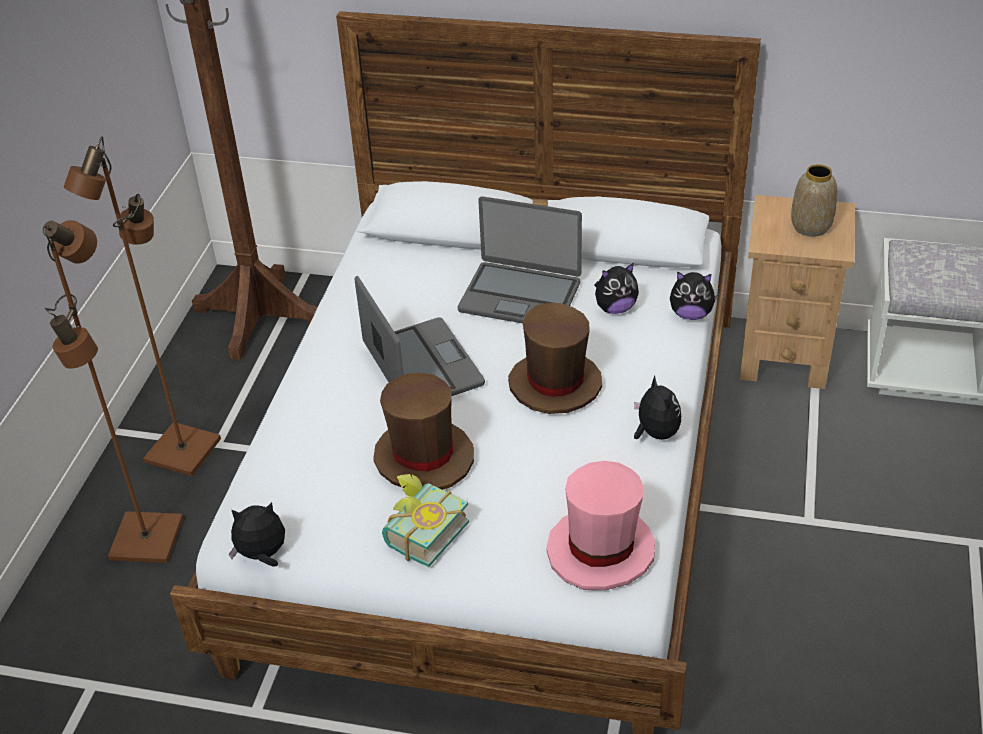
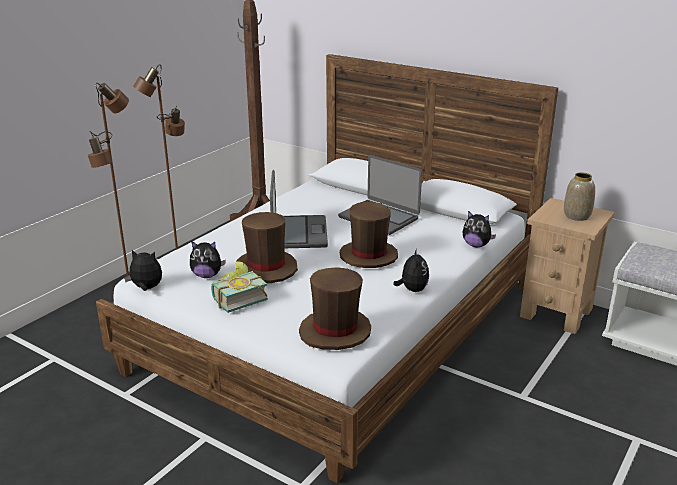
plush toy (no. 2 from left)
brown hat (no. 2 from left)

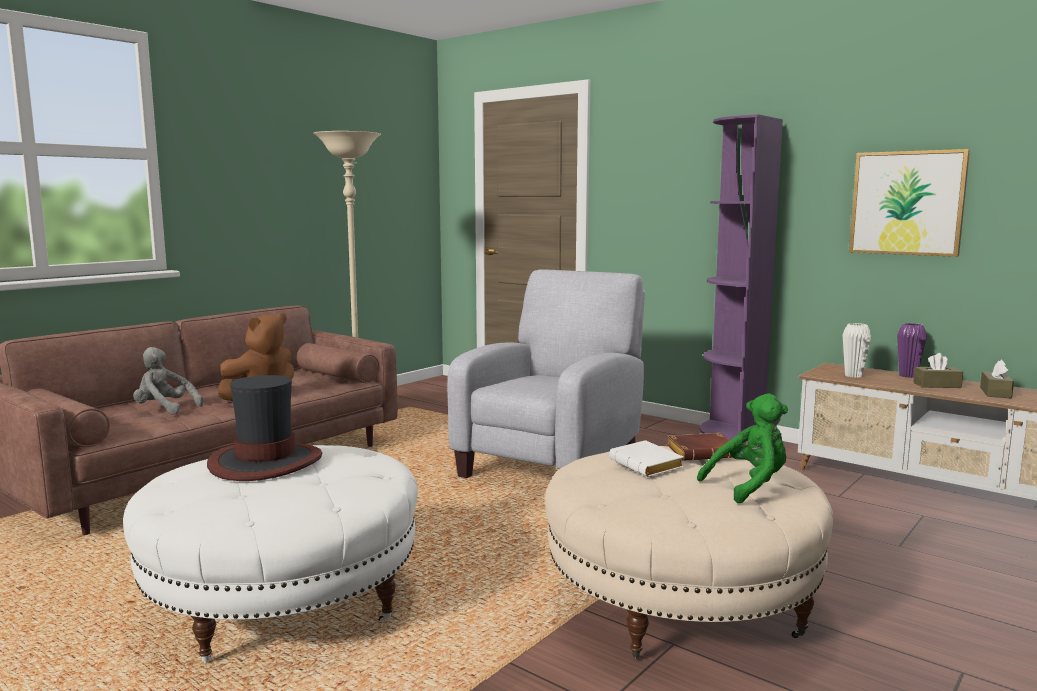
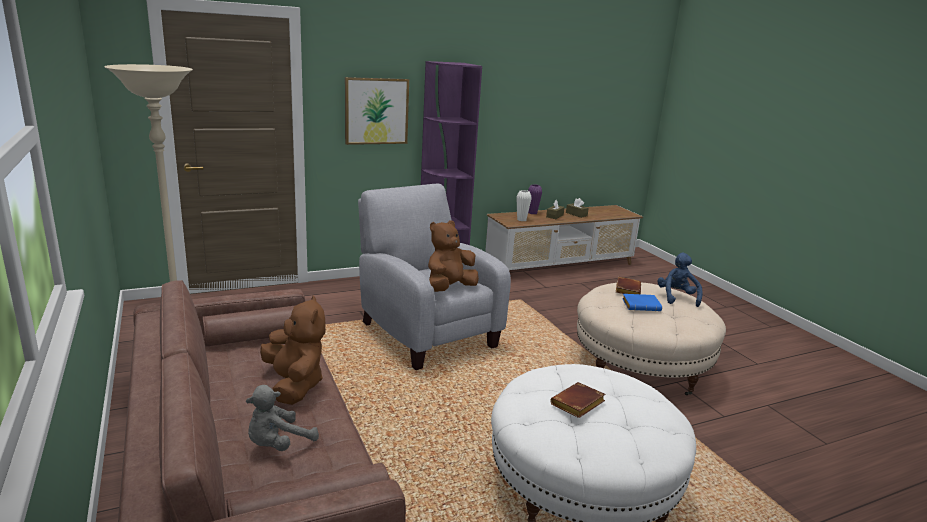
picture
brown book (no. 1 from left)
blue plush toy
blue book
brown plush toy (no. 2 from left)

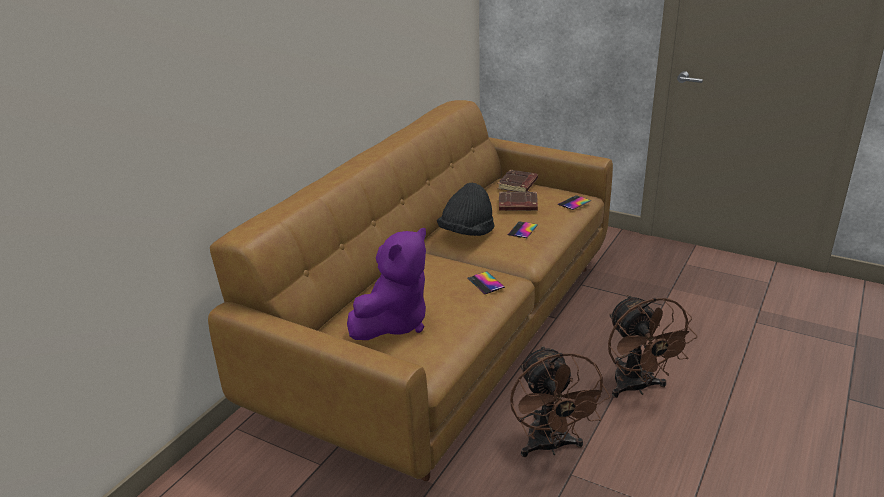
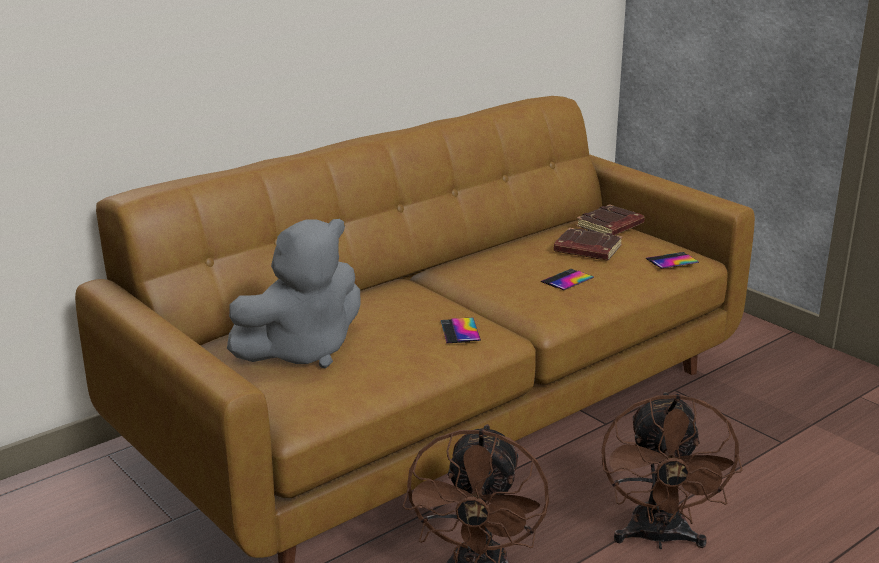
black hat
grey plush toy

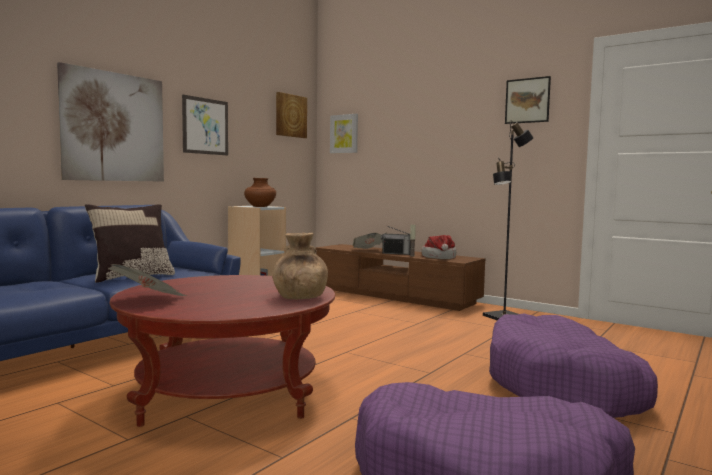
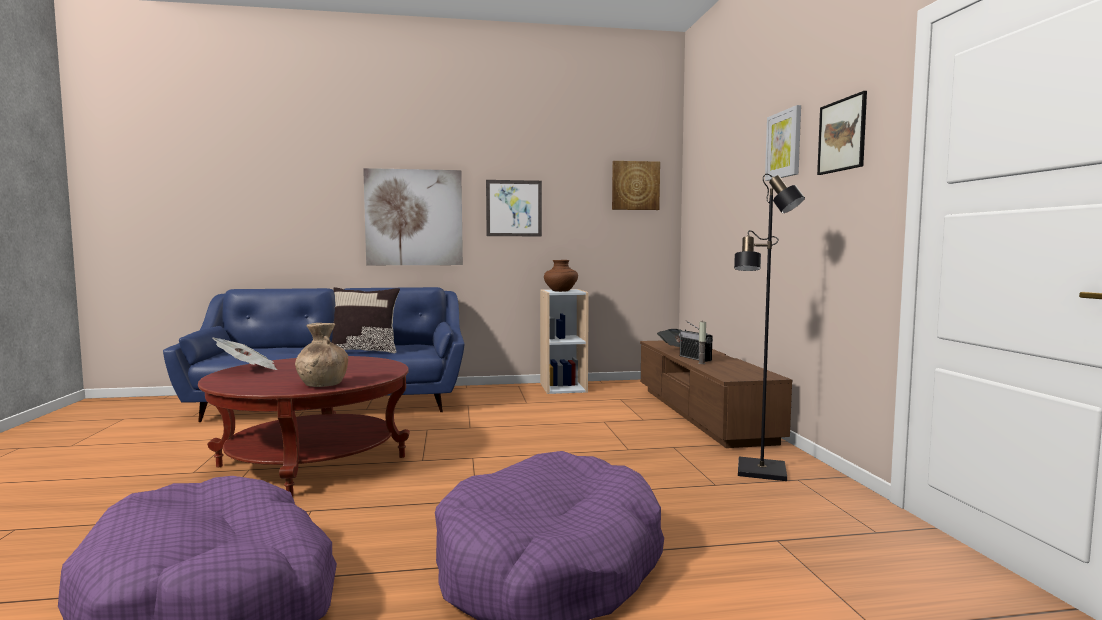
picture (no. 4 from left)
hat

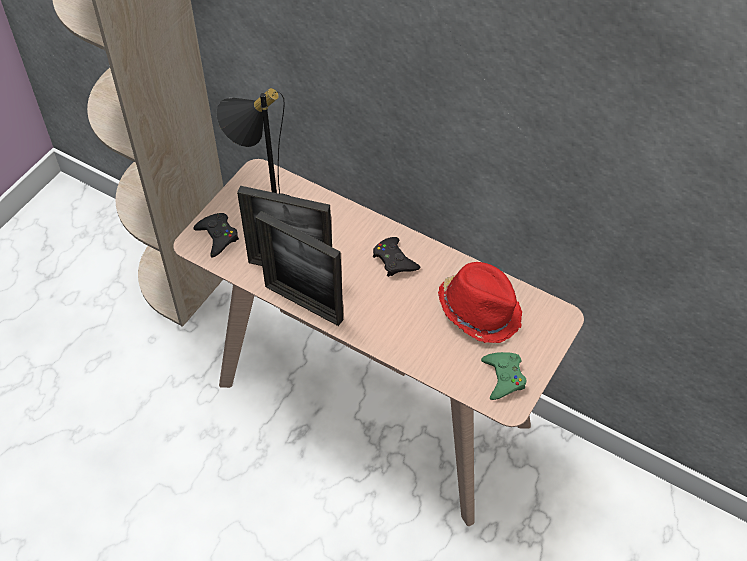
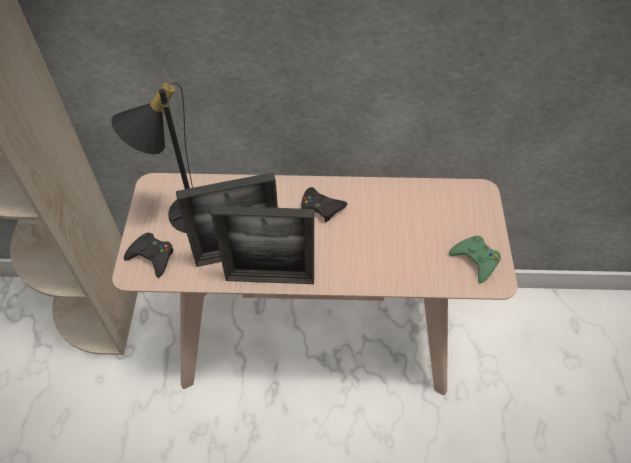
red hat

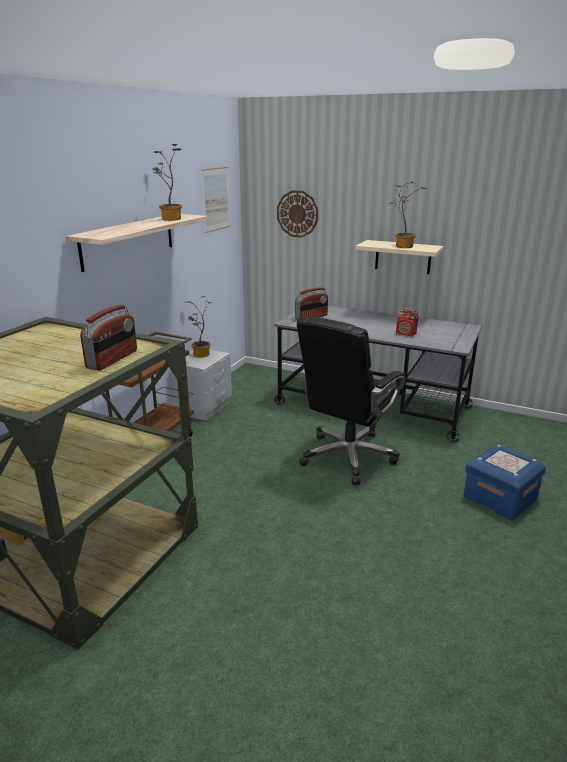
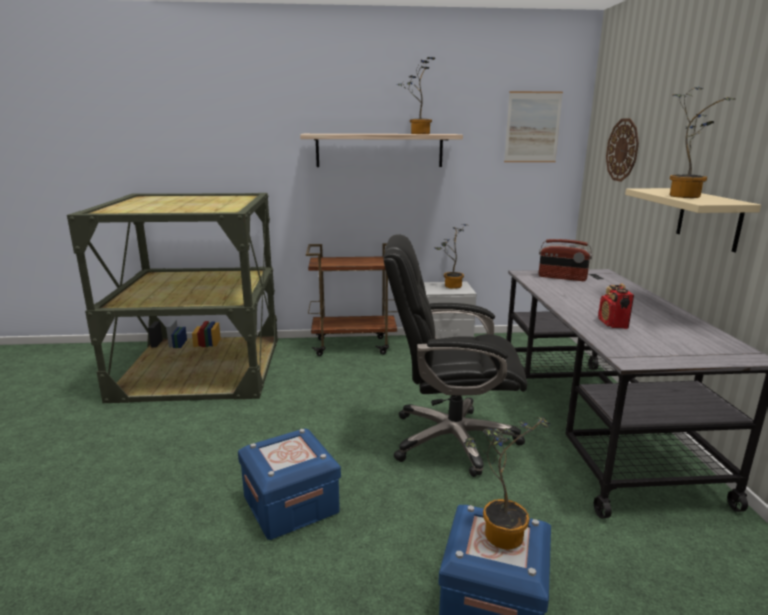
radio (no. 1 from left in the first image)
potted plant (no. 3 from left)
blue storage box (no. 1 from left)

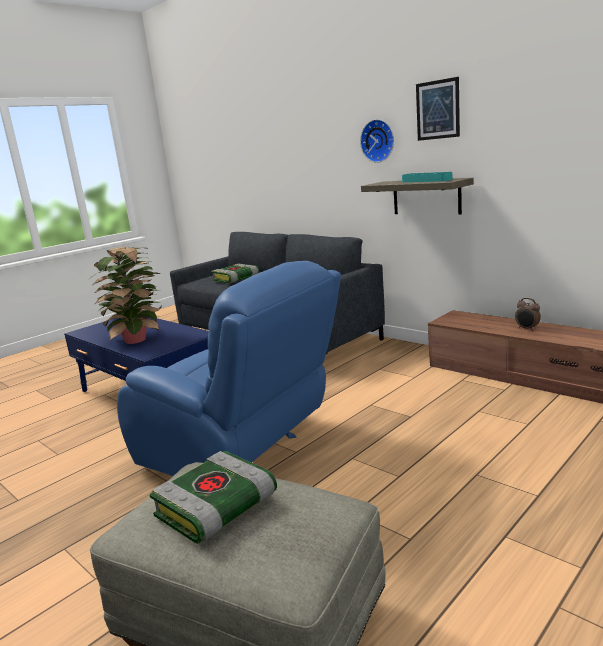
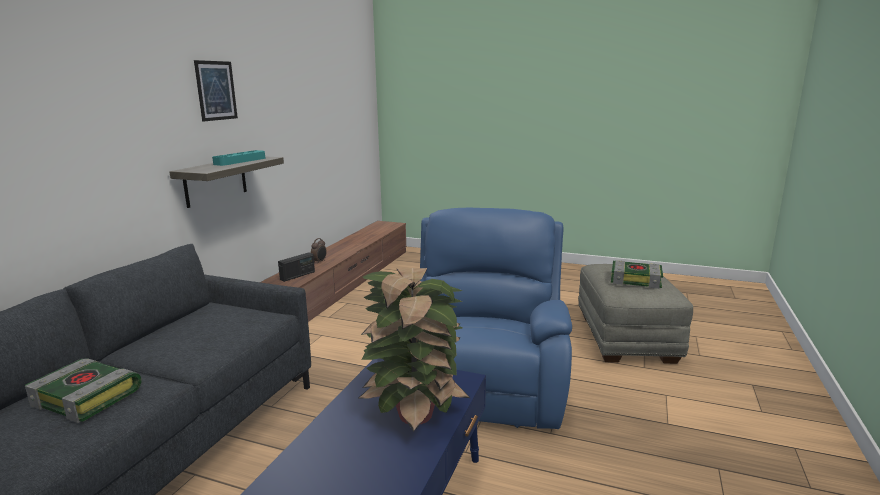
wall clock
radio

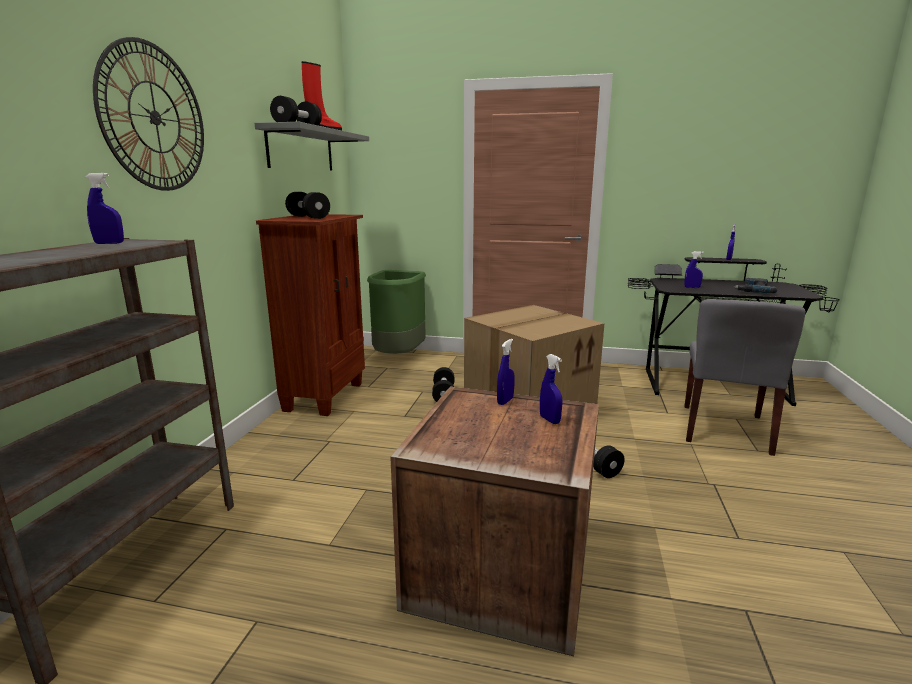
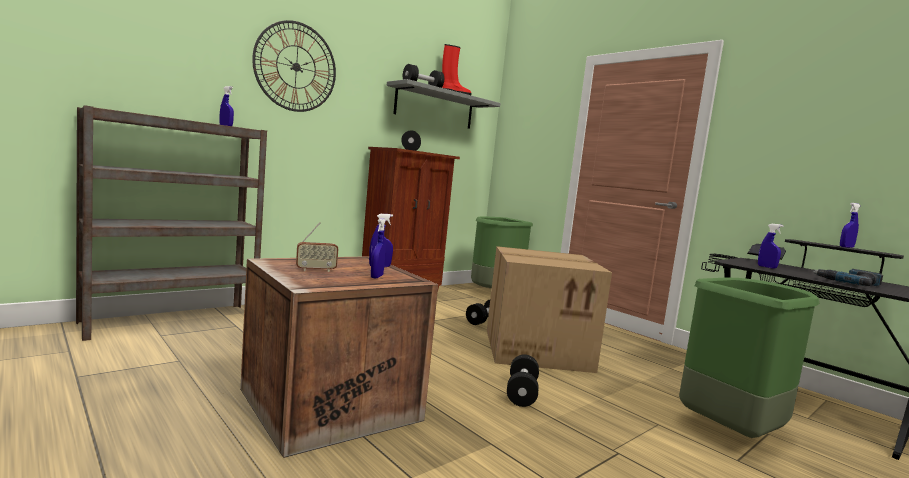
green trash can (no. 2 from left)
radio

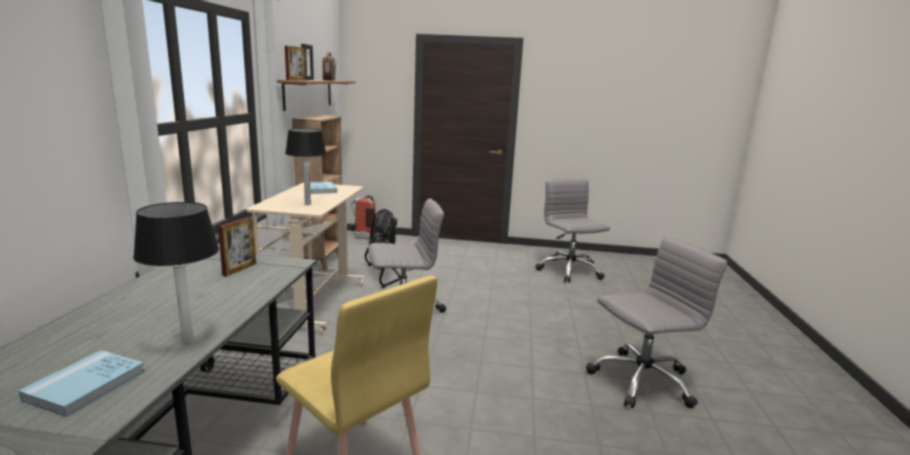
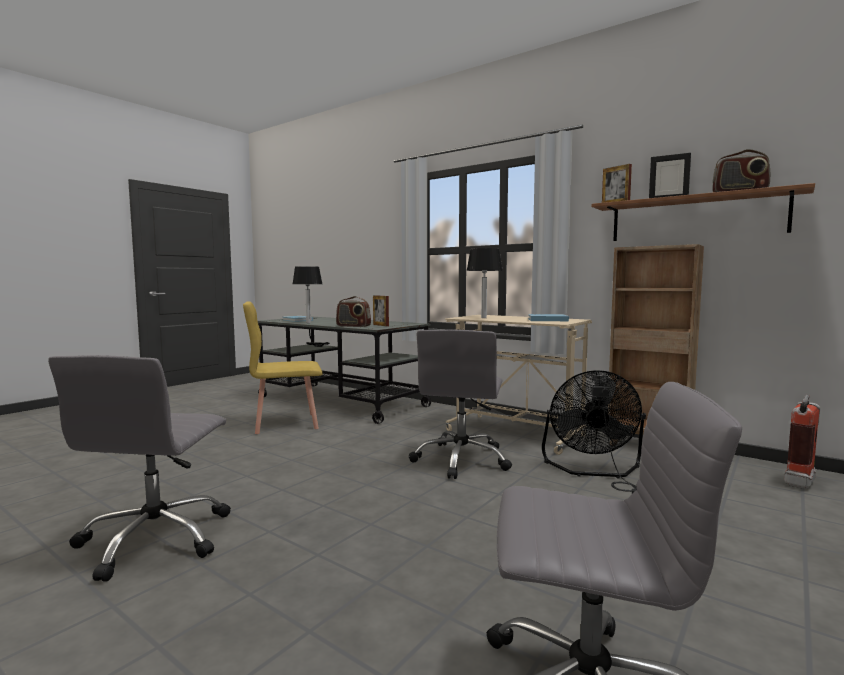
radio (no. 1 from left)

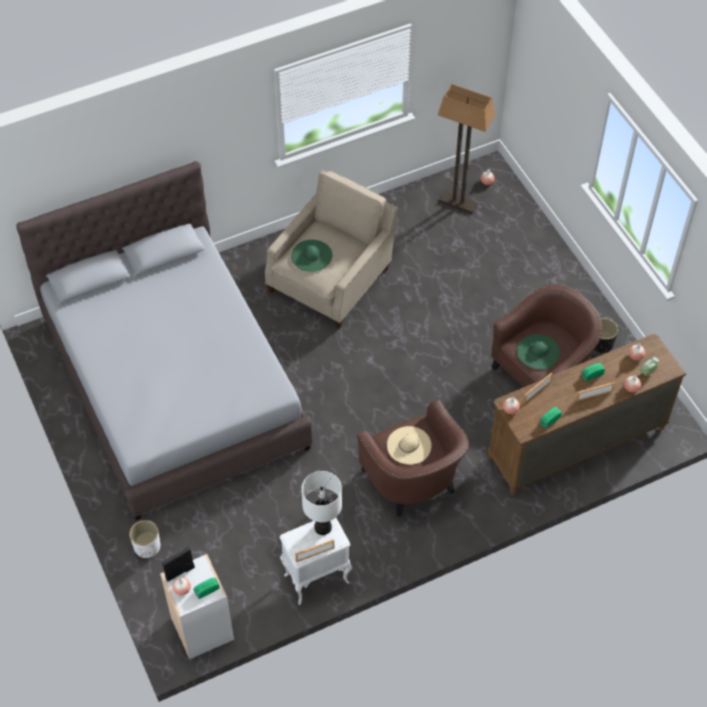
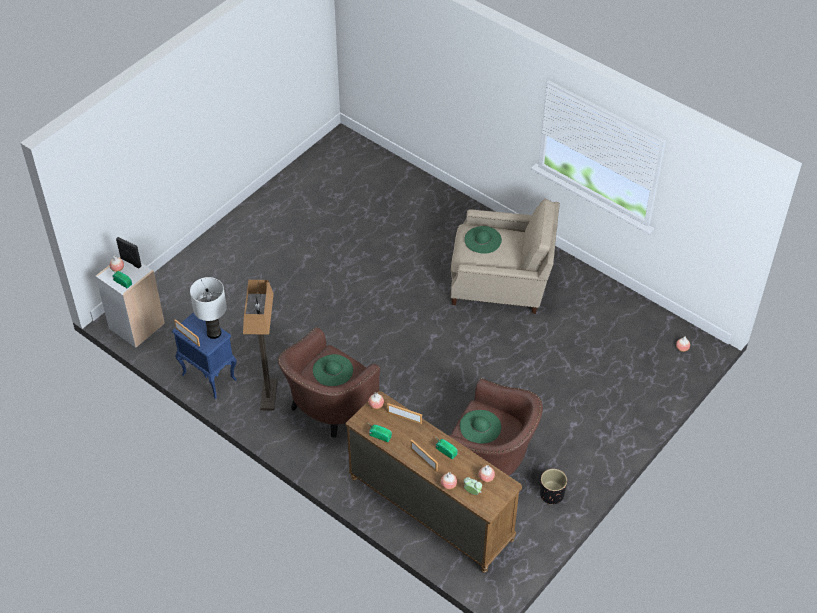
floor lamp
grey bed
green hat (no. 1 from left)
blue nightstand
white planter

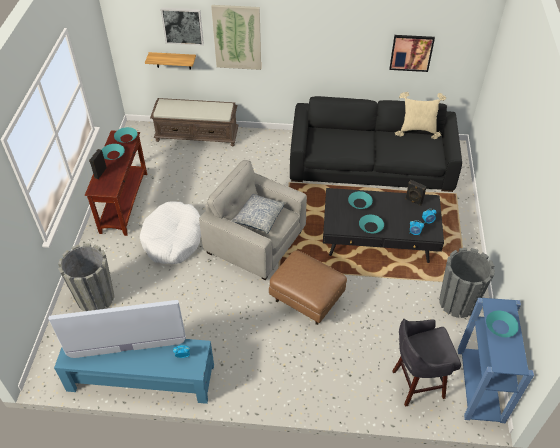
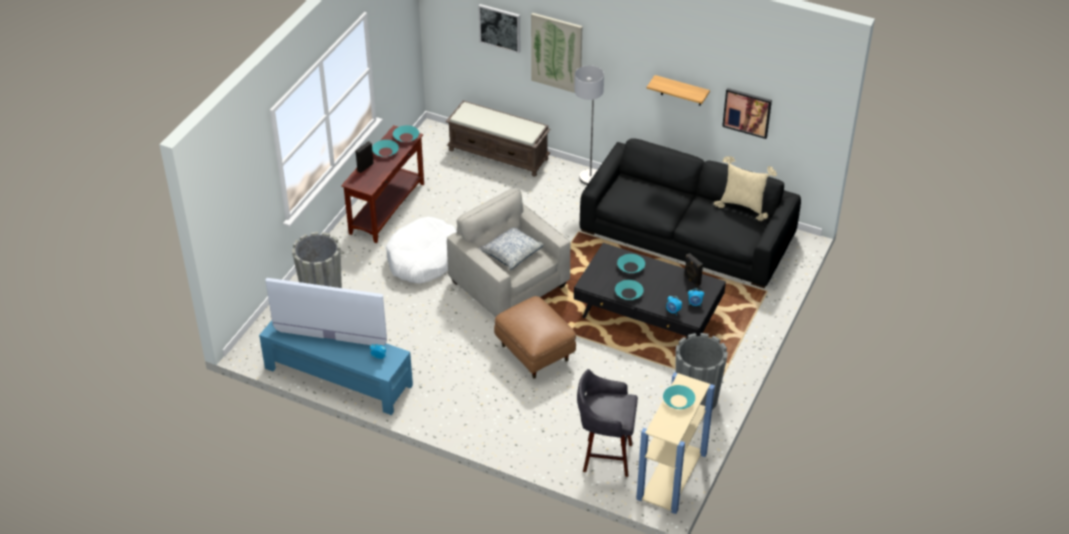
shelf
beige bookcase
grey floor lamp

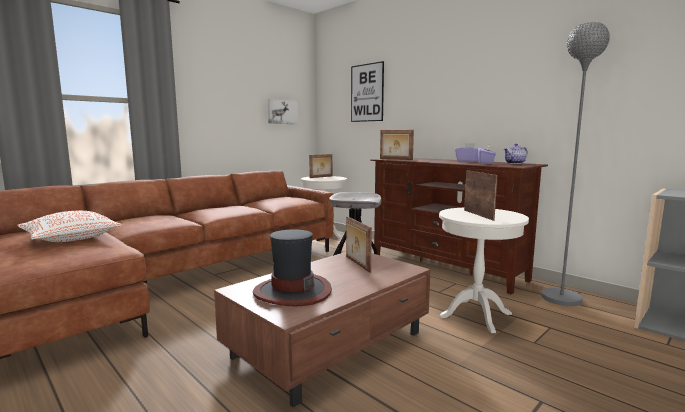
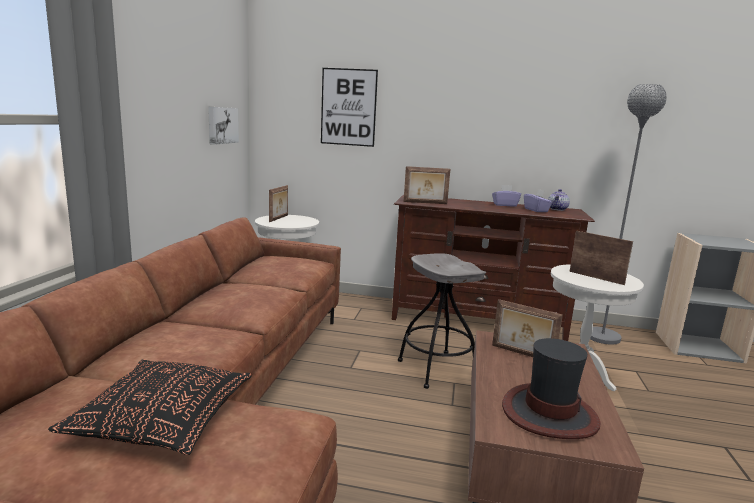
black pillow

